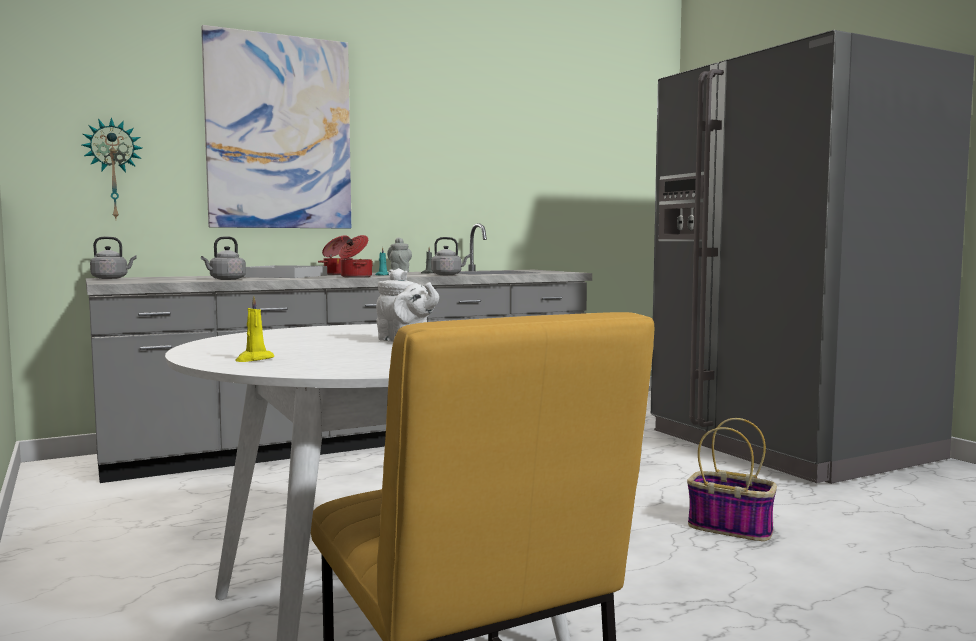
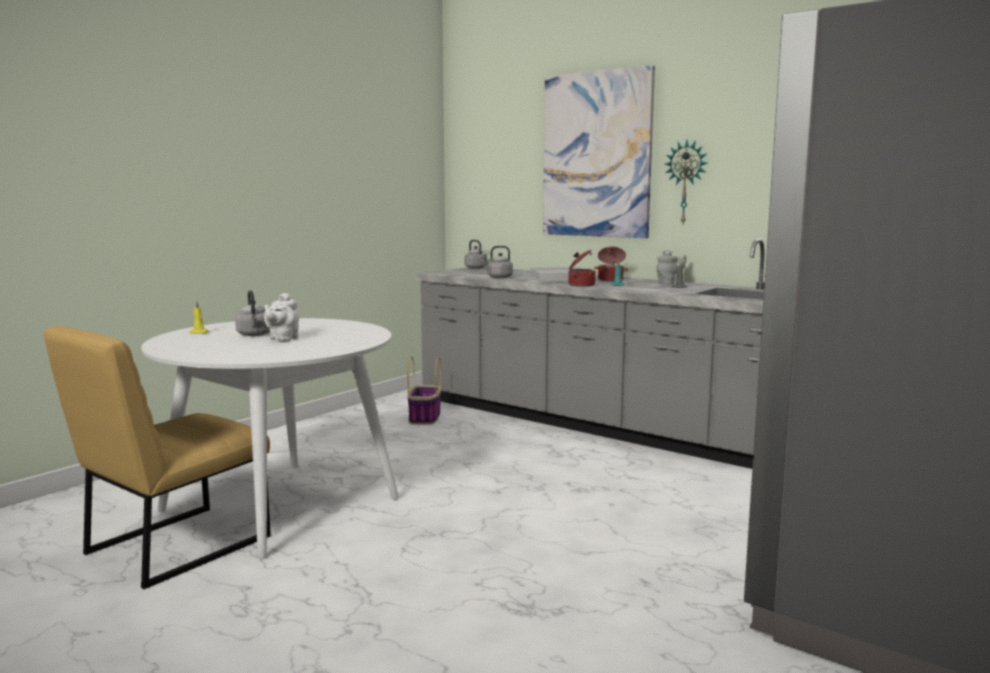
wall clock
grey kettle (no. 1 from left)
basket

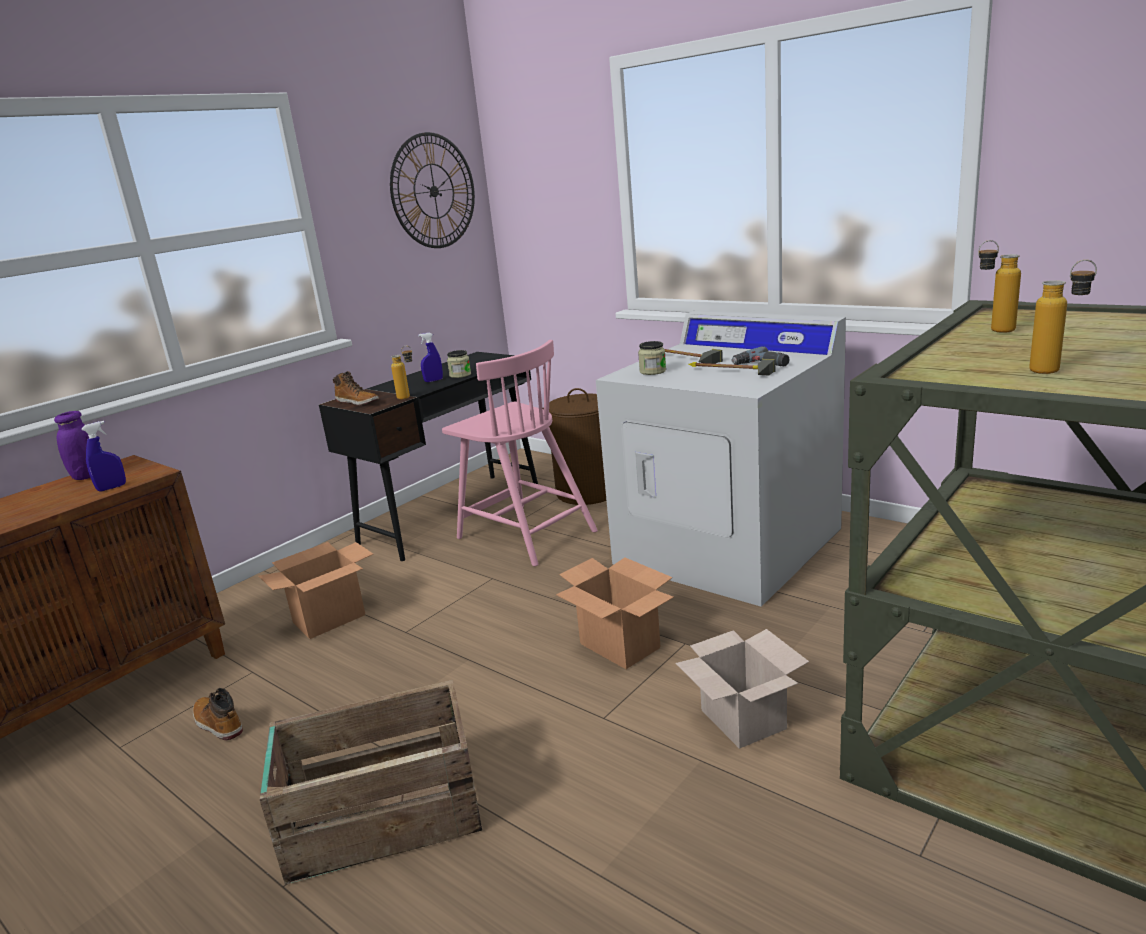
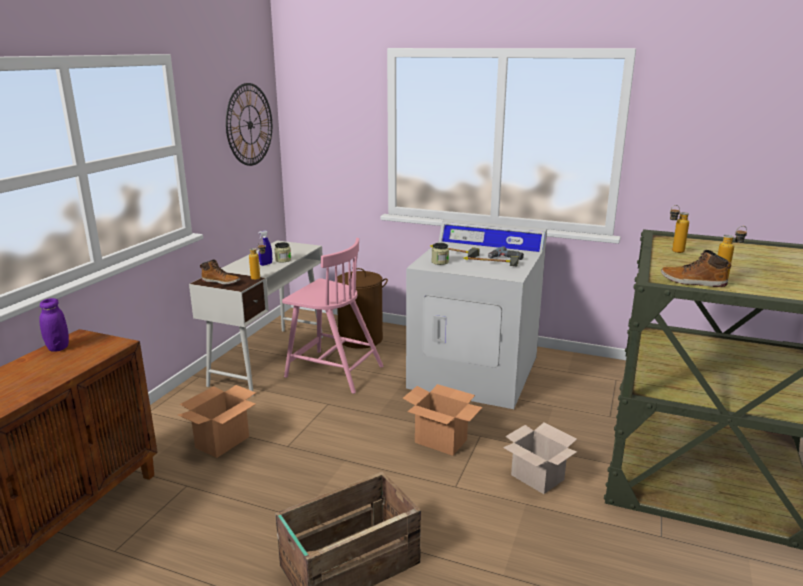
white desk
blue spray bottle (no. 1 from left in the first image)
boot (no. 2 from left)

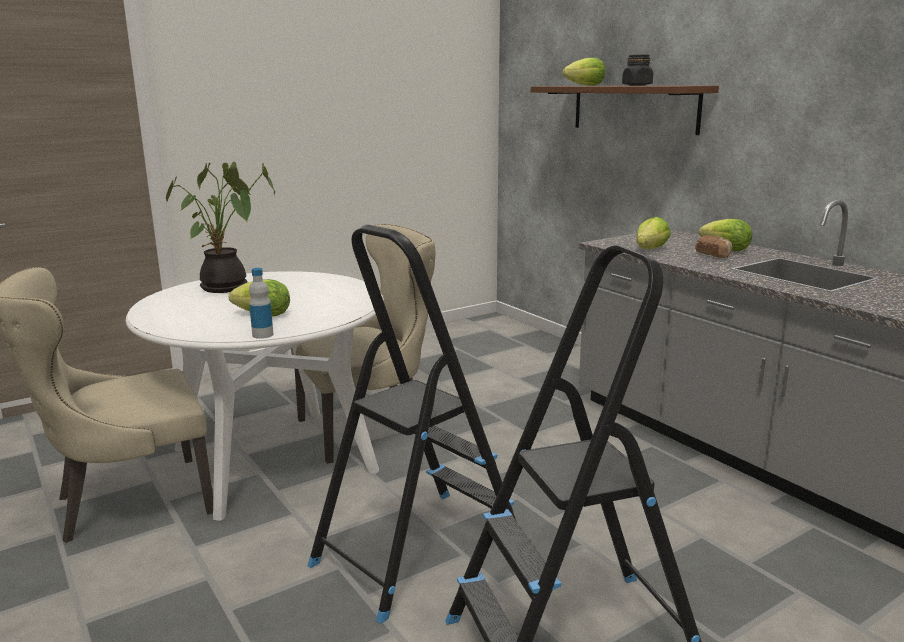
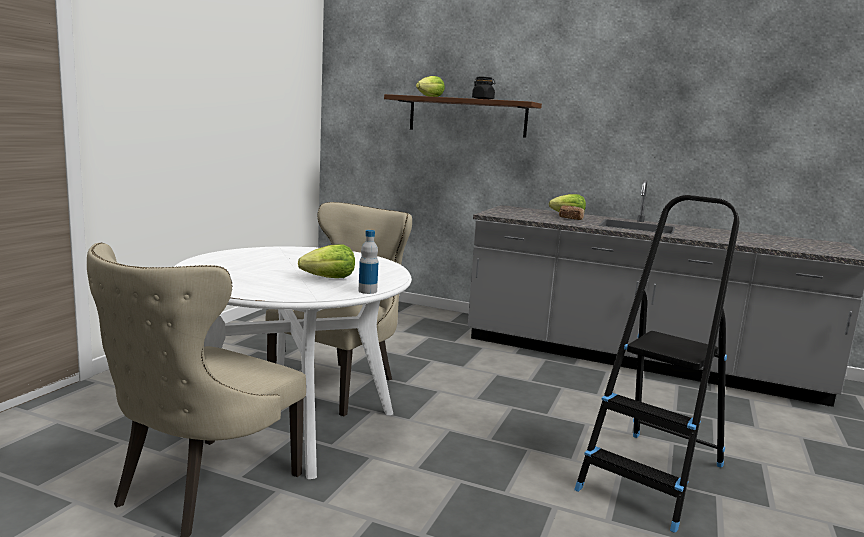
potted plant
lettuce (no. 3 from left in the first image)
black step ladder (no. 1 from left in the first image)

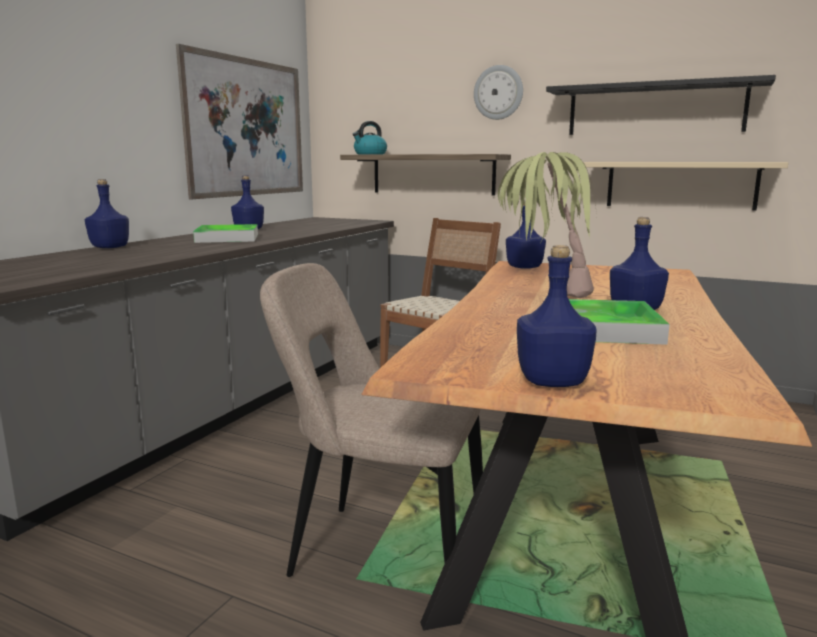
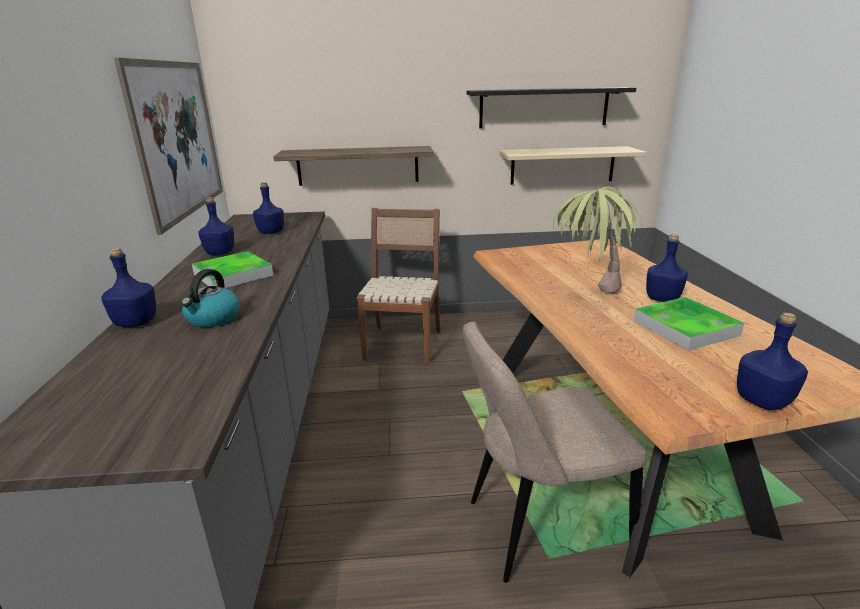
wall clock
kettle
blue bottle (no. 3 from left)

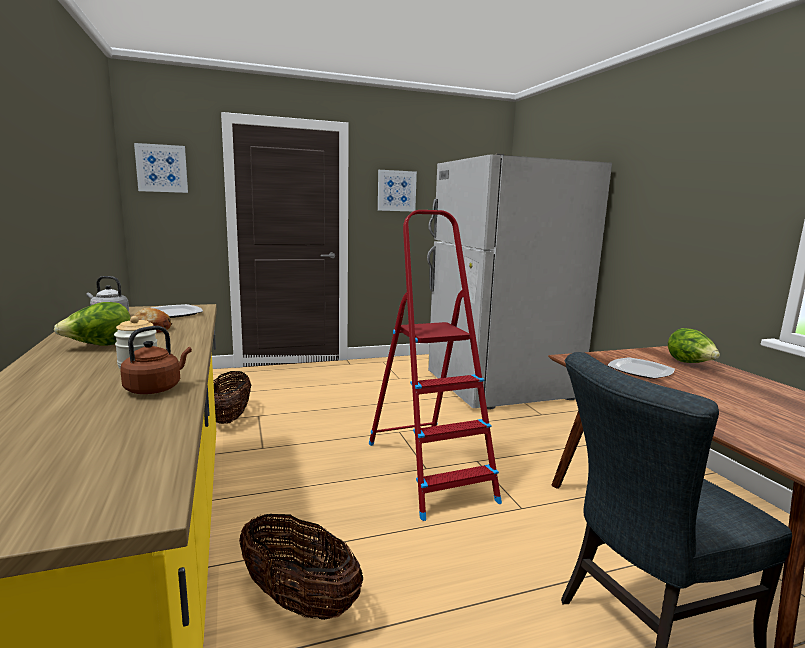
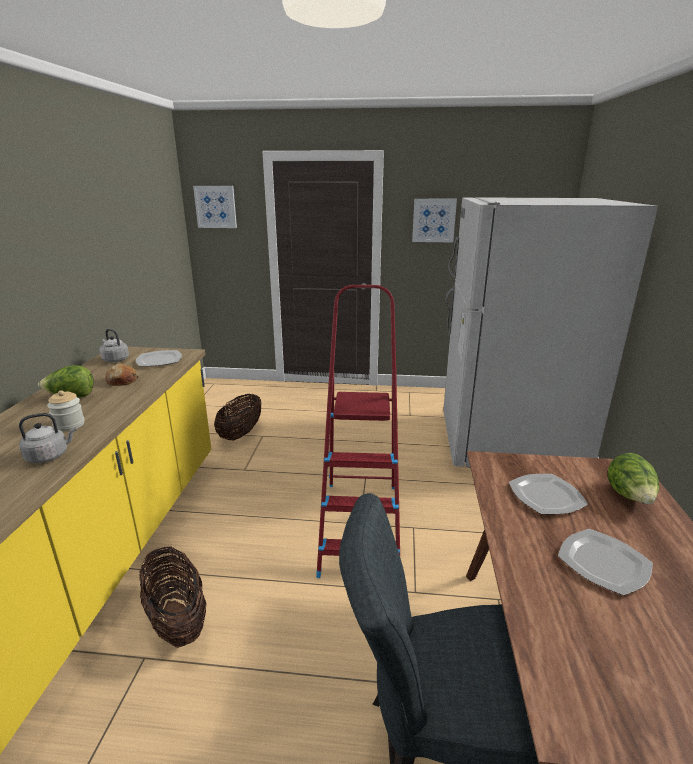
grey kettle (no. 1 from left)
plate (no. 3 from left)

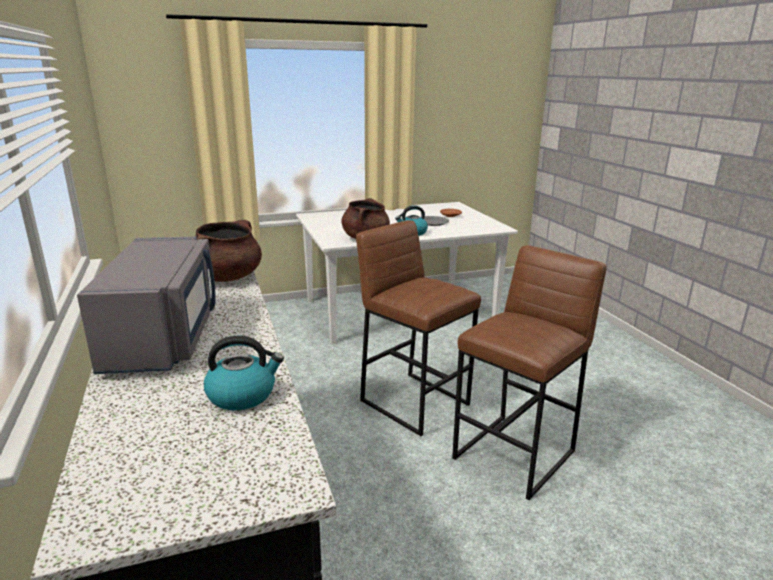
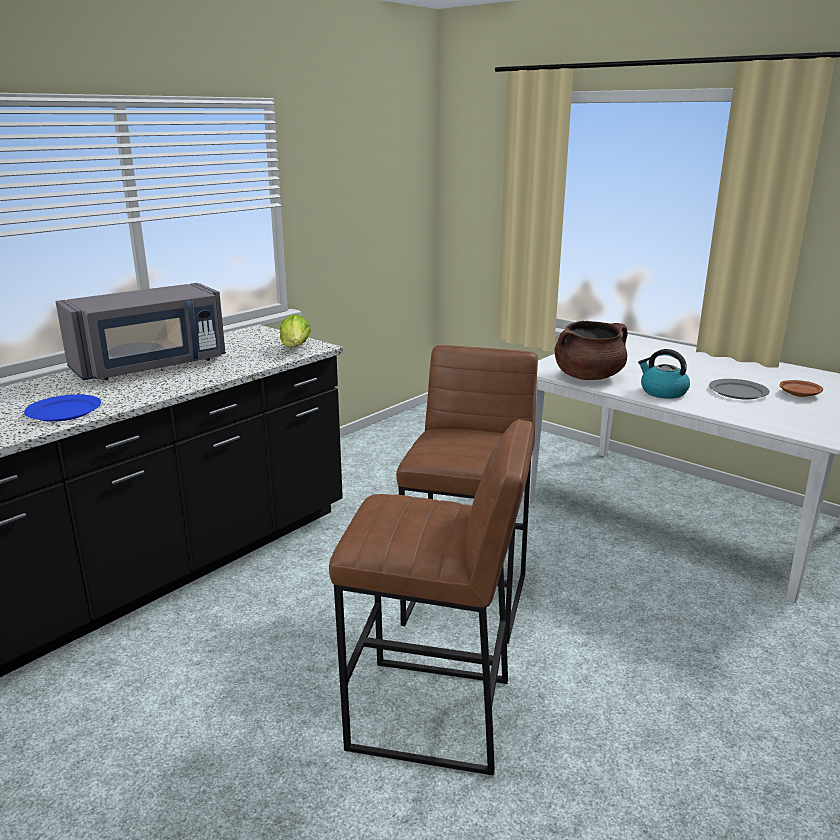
lettuce
blue plate

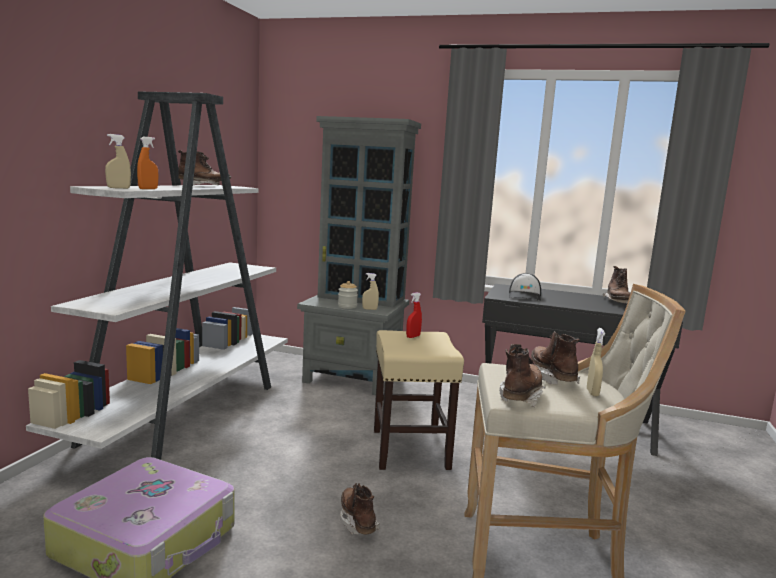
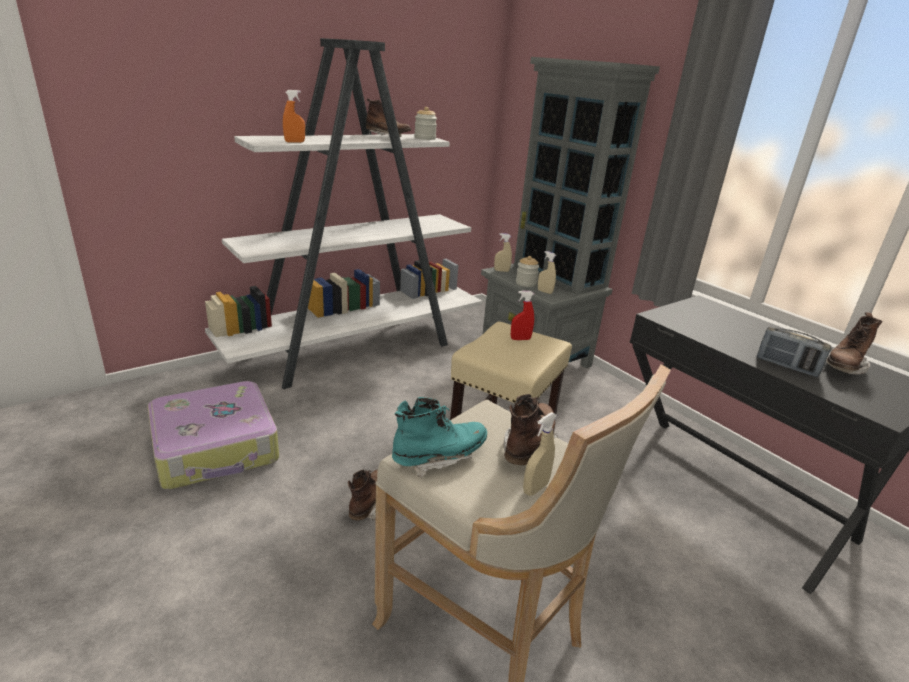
beige spray bottle (no. 1 from left)
cap
turquoise boot
jar (no. 1 from left)
radio

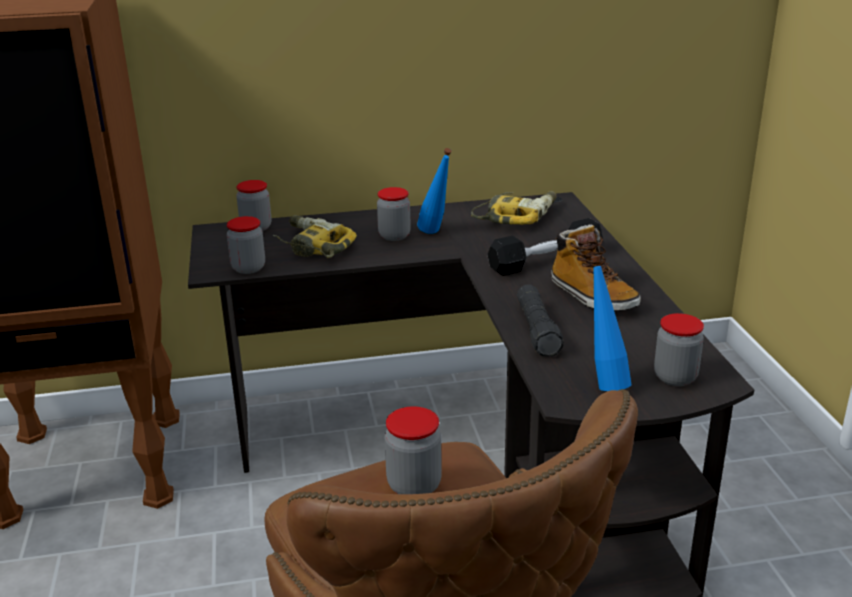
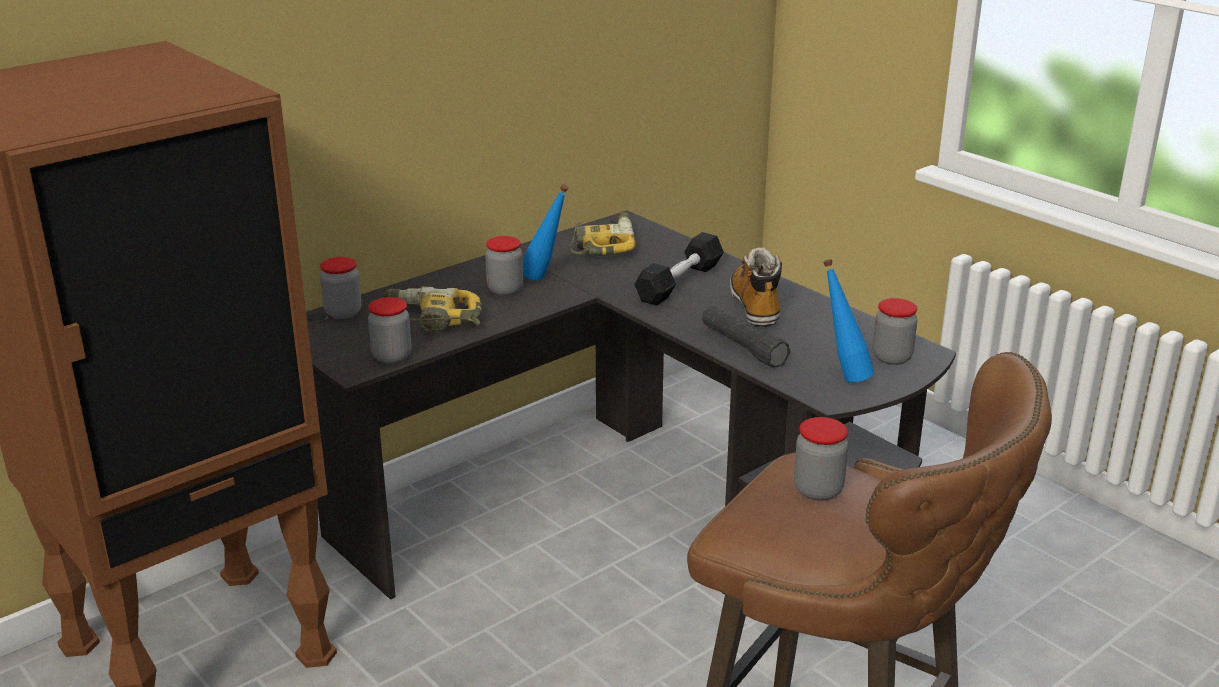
boot

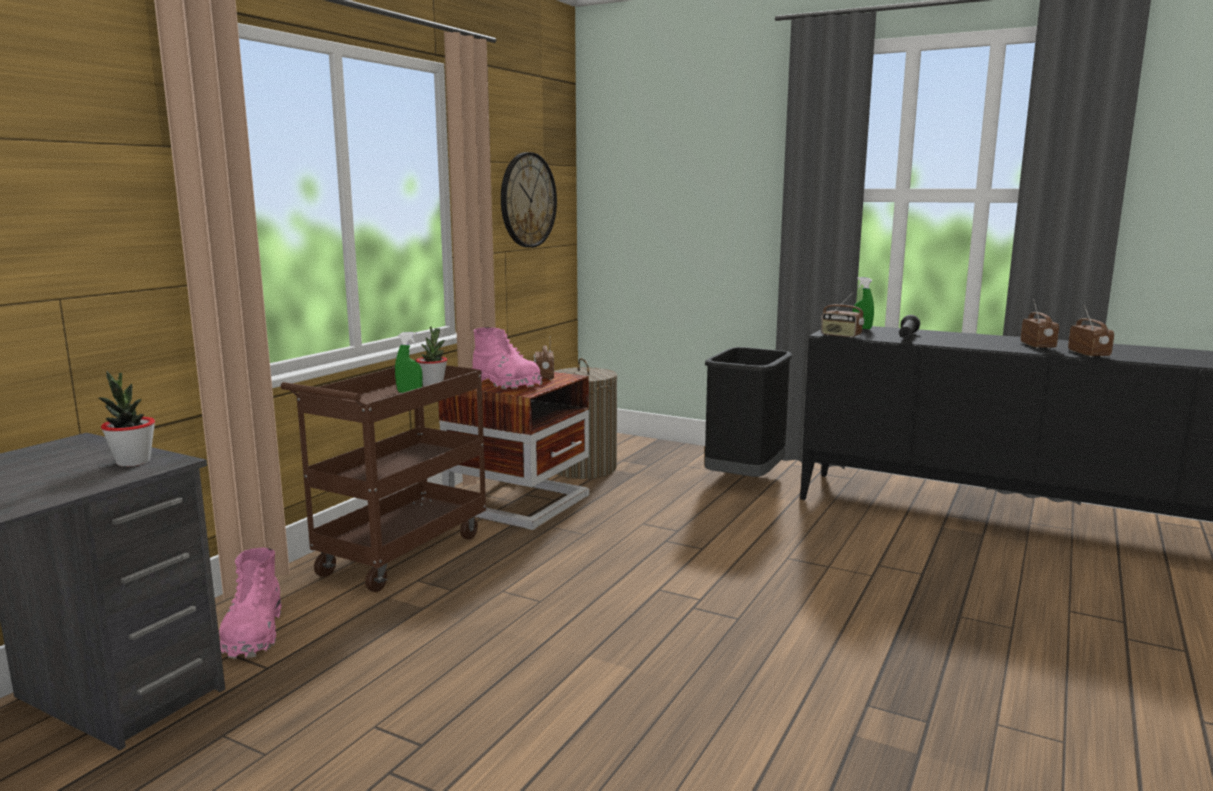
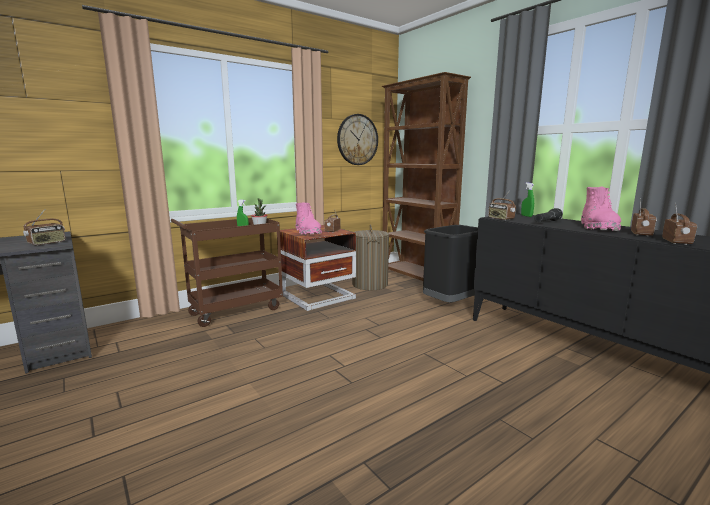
radio (no. 1 from left)
pink boot (no. 2 from left)
brown bookcase

